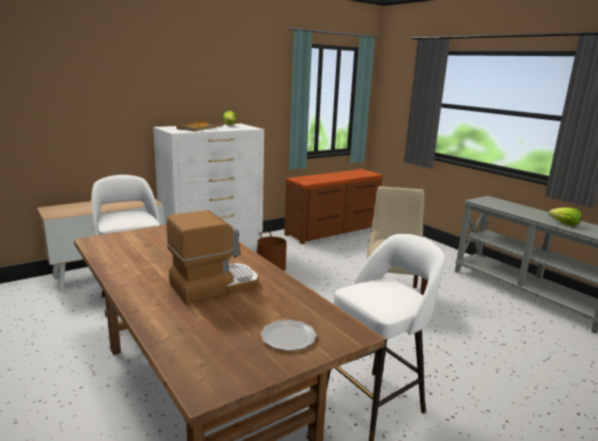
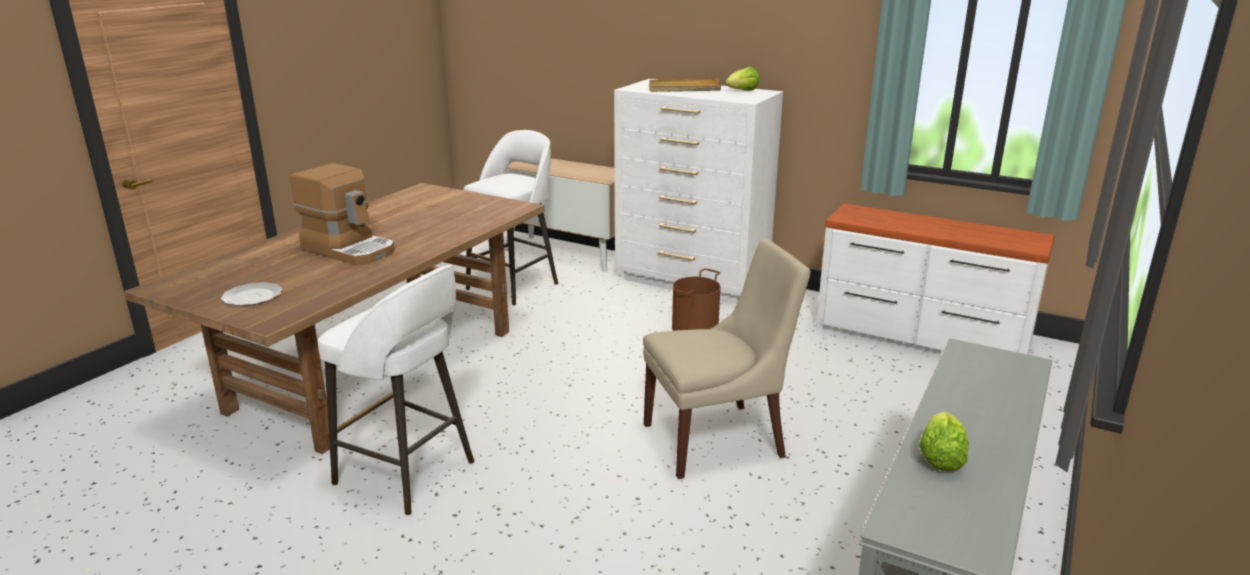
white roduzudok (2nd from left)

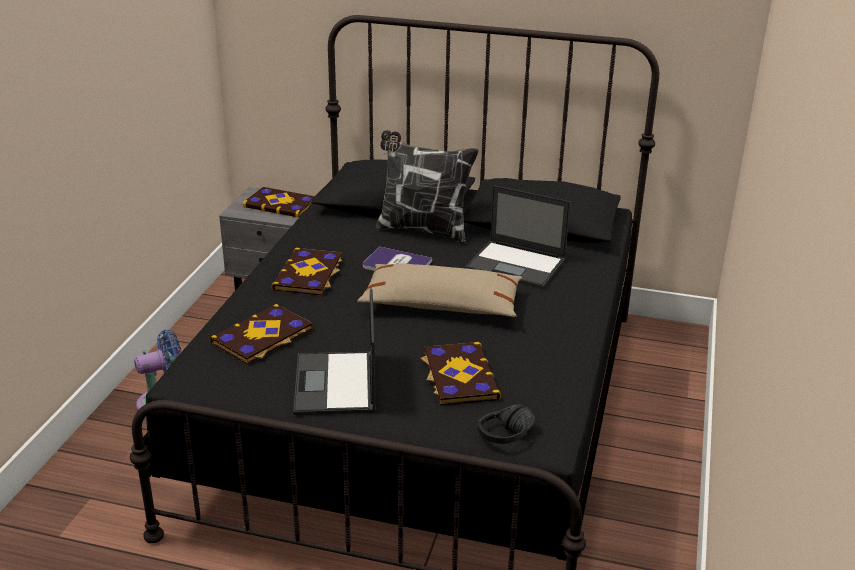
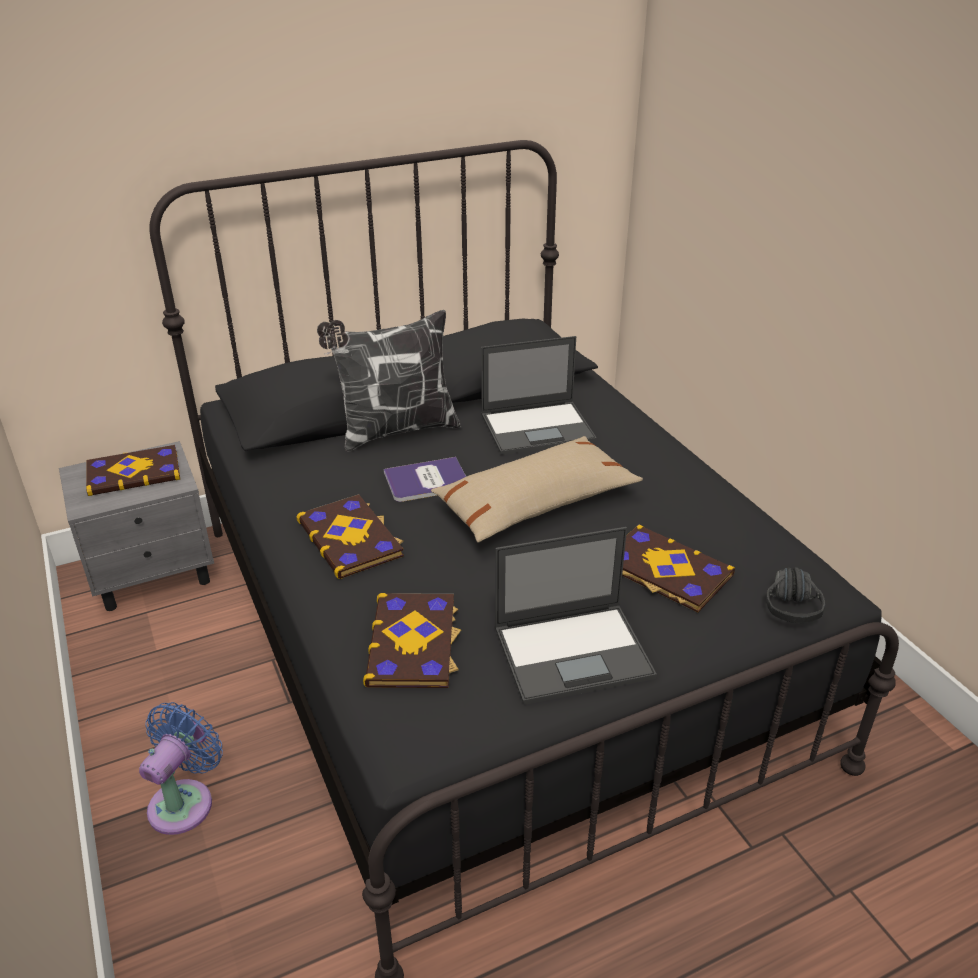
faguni (2nd from left)

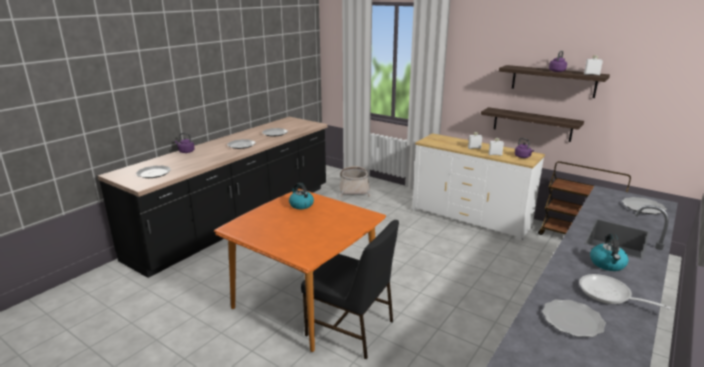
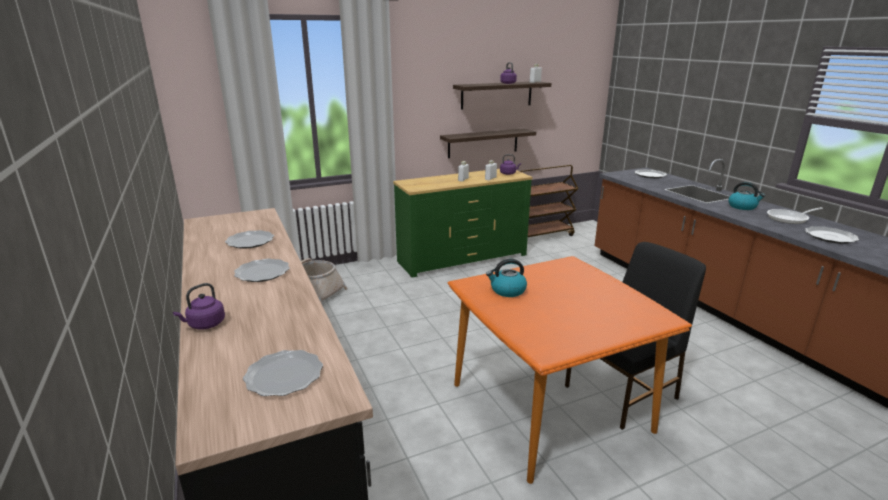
green roduzudok

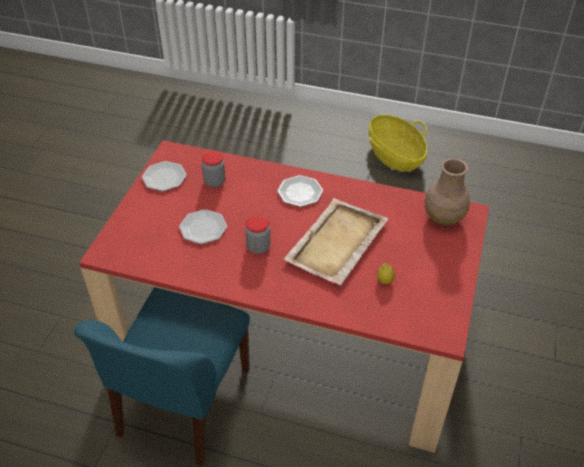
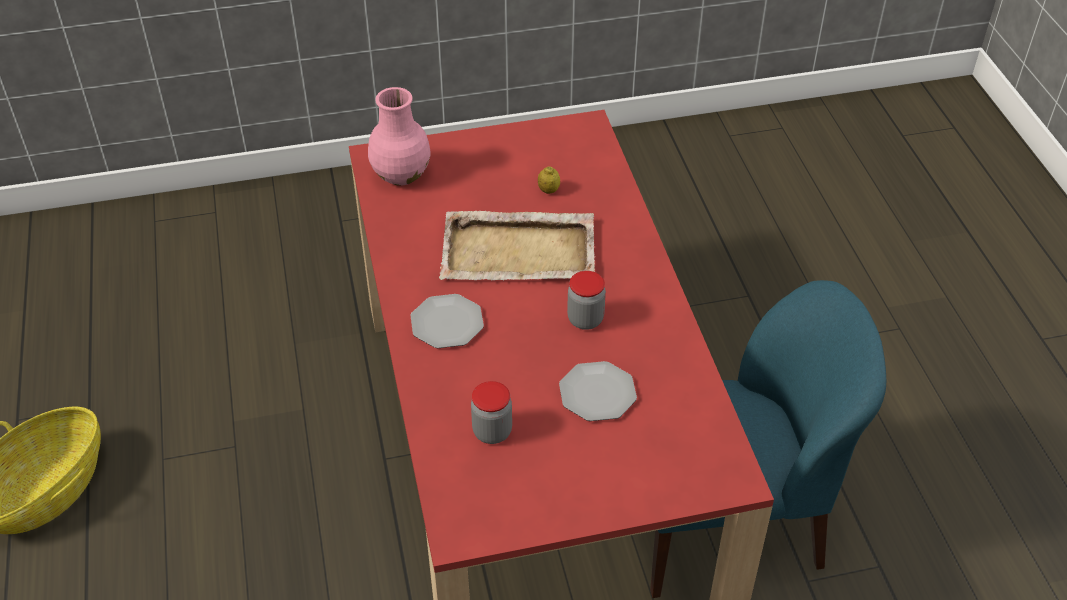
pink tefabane; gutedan (1st from left in the first image)

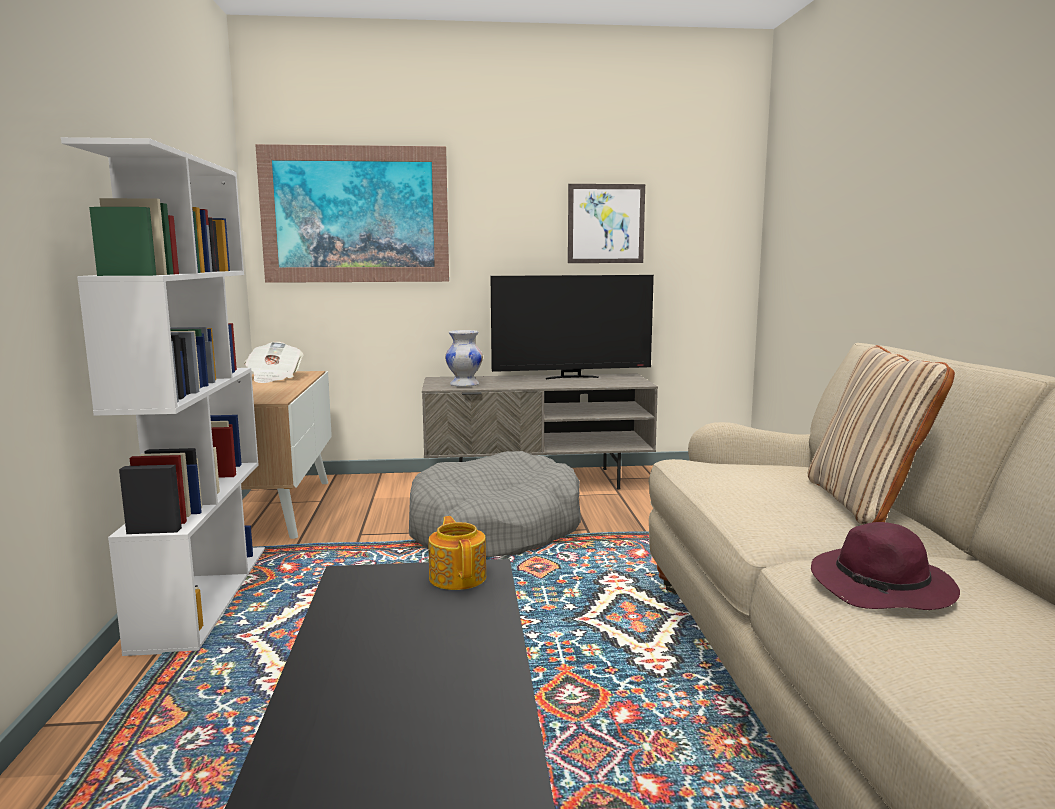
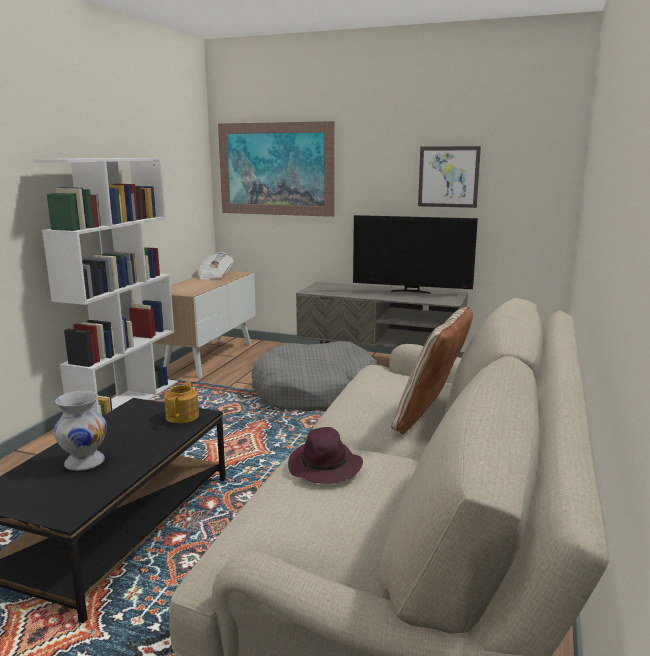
white tefabane

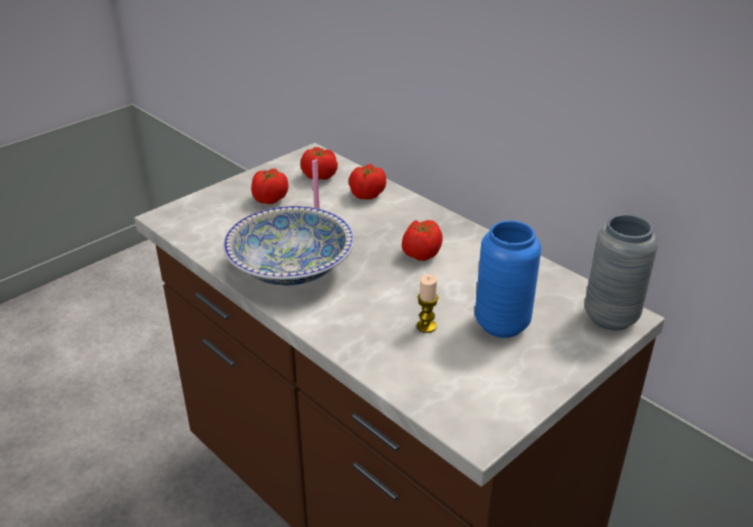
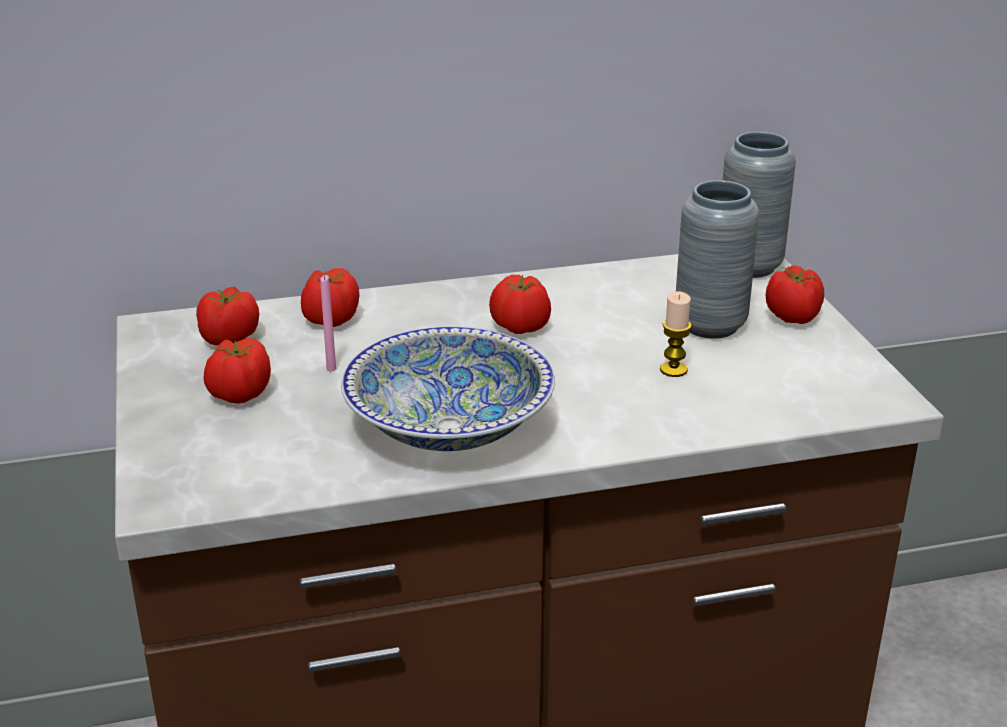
grey tefabane (1st from left); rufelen (5th from left)

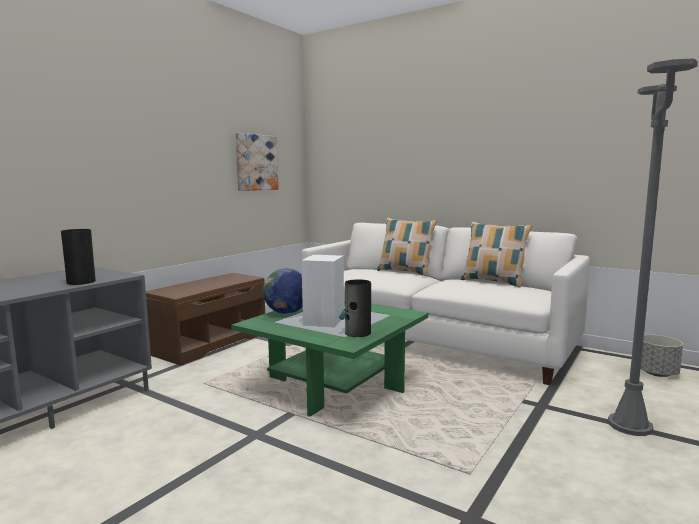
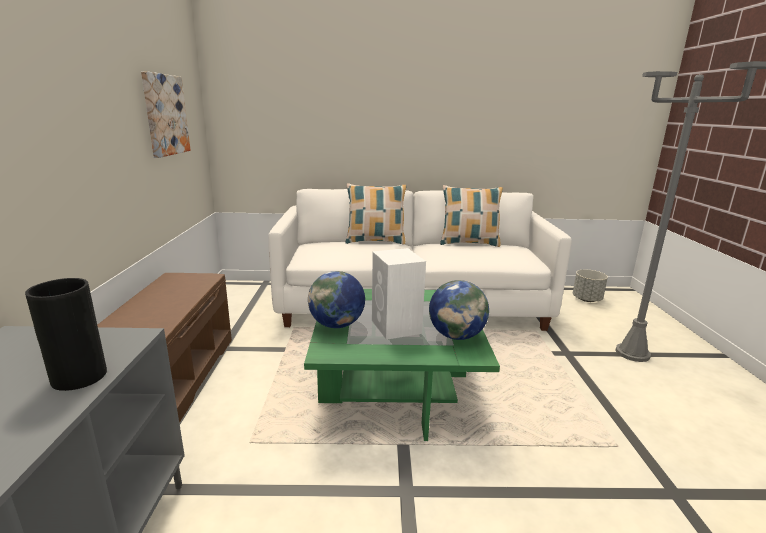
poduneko (2nd from left)

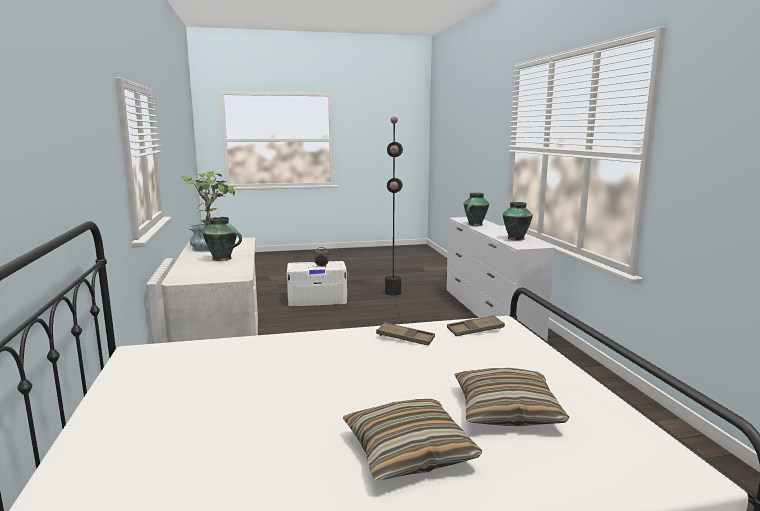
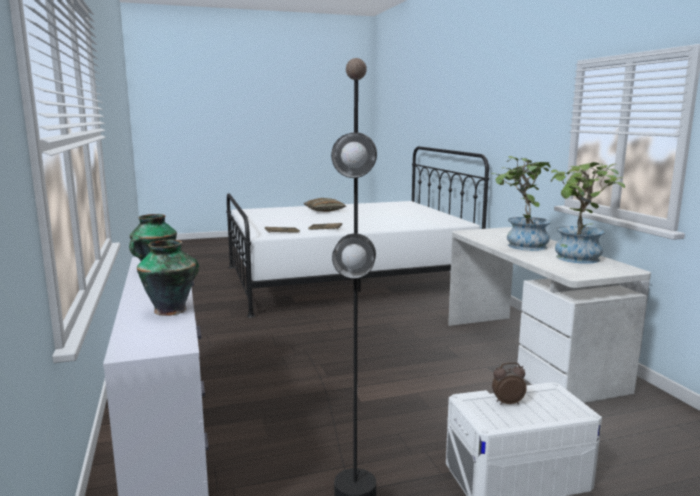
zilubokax (1st from left); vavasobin (2nd from left in the first image)

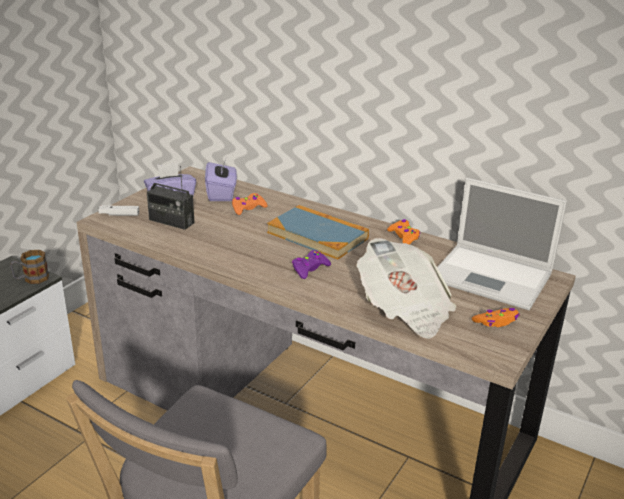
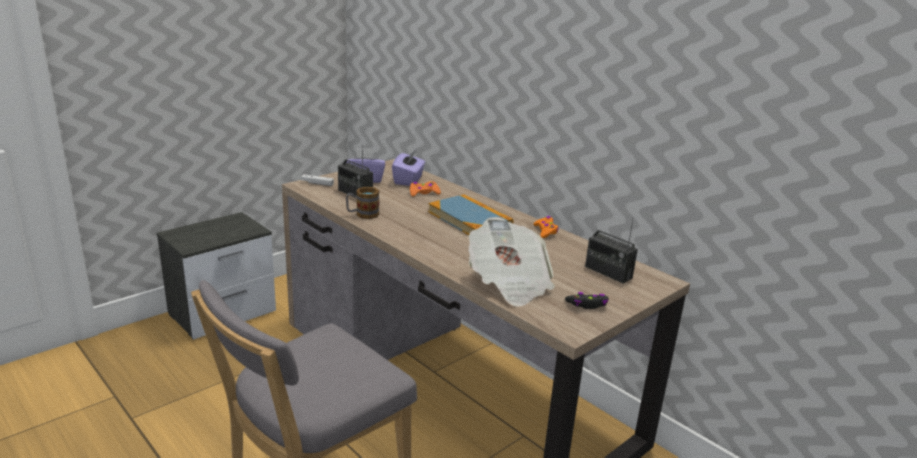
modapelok (2nd from left); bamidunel; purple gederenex; black gederenex

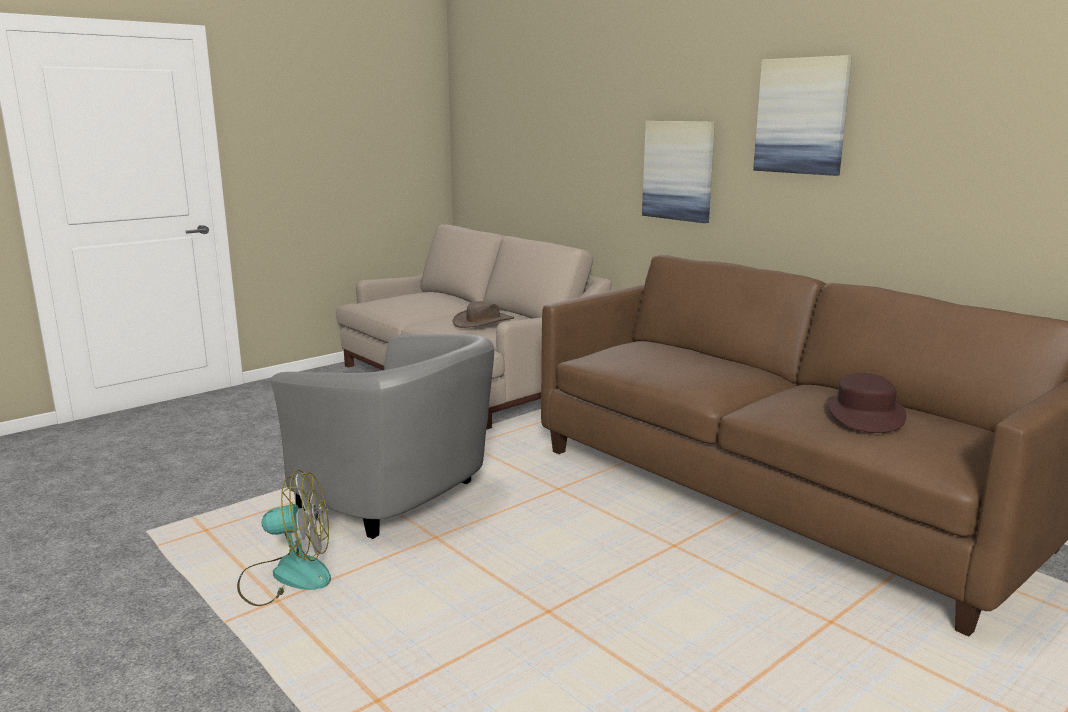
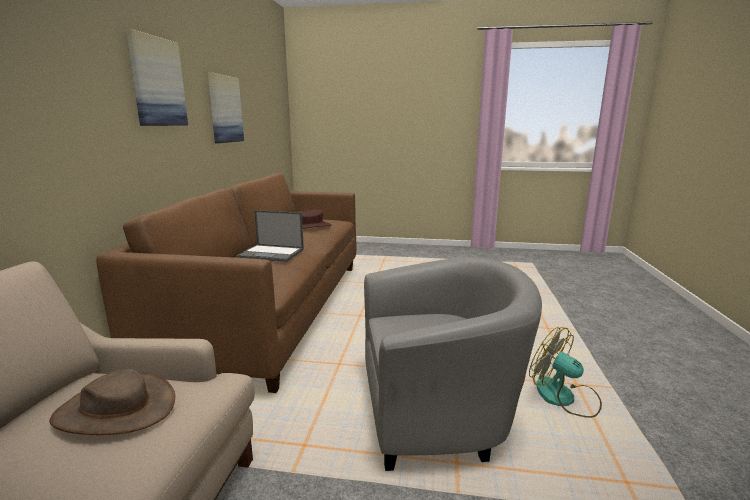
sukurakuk (2nd from left); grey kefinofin; faguni

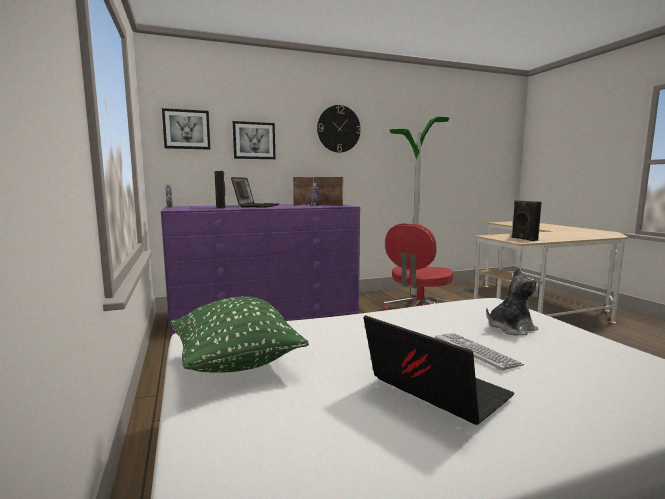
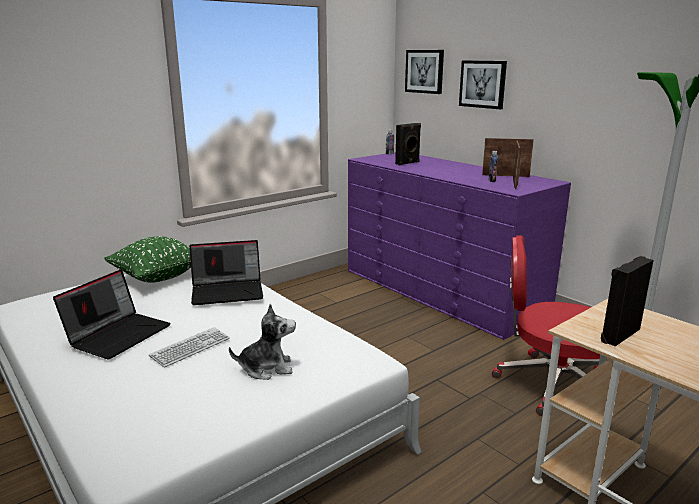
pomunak; faguni (2nd from left); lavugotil

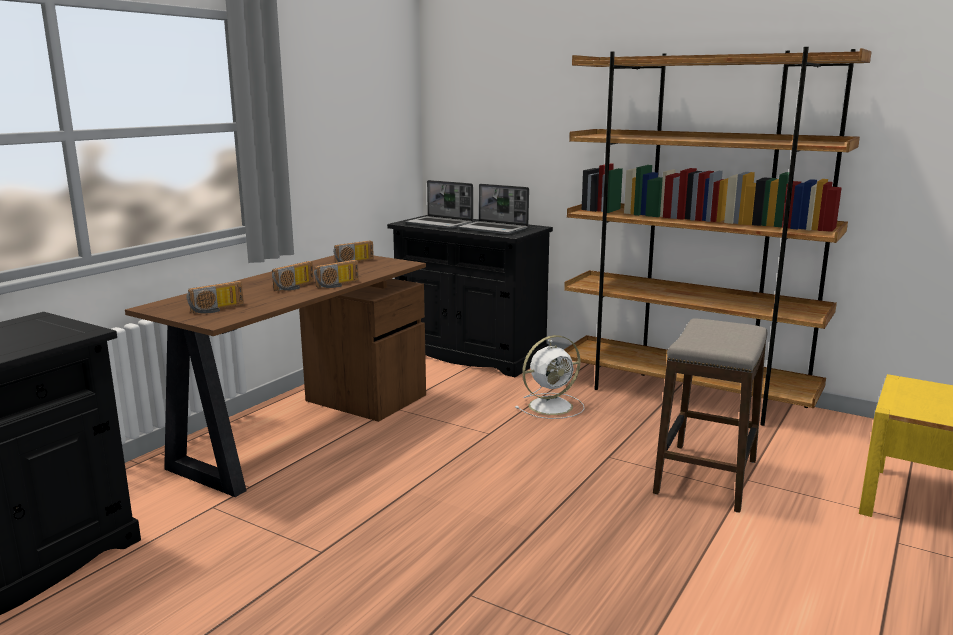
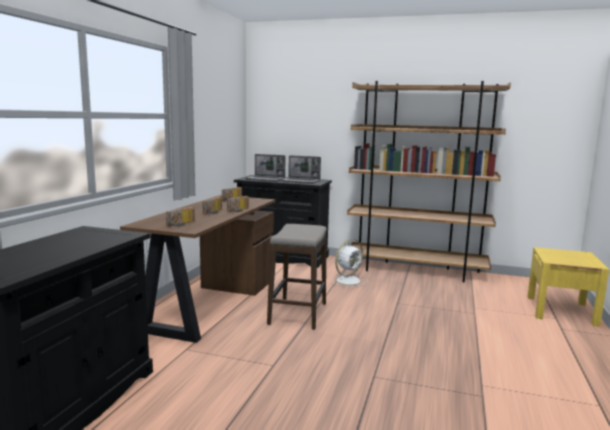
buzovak

